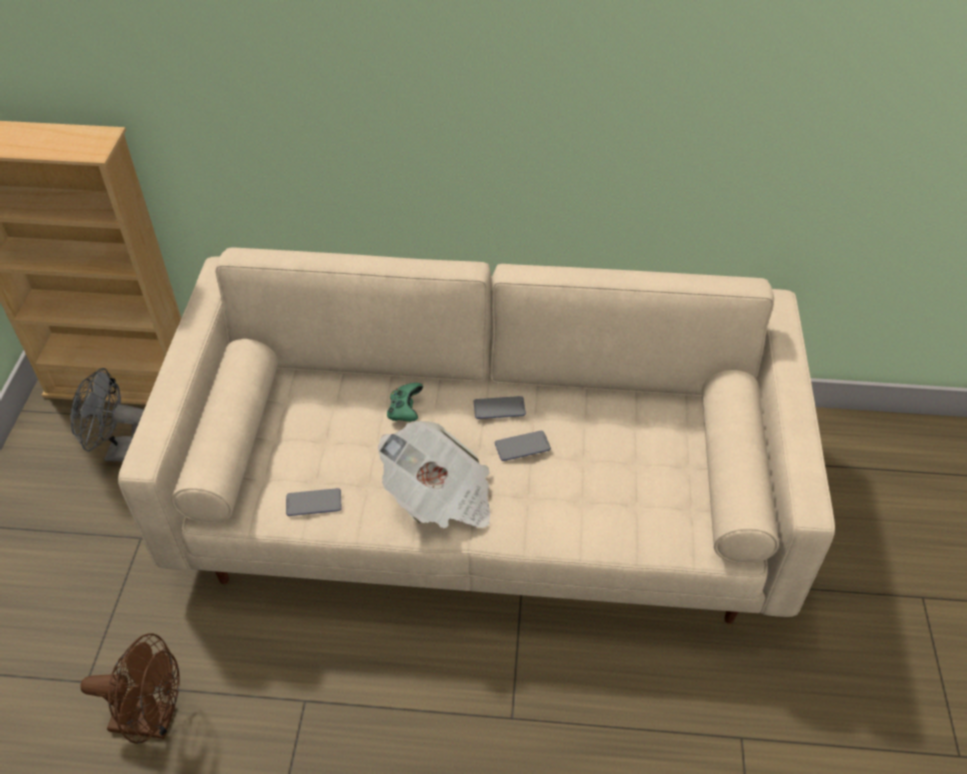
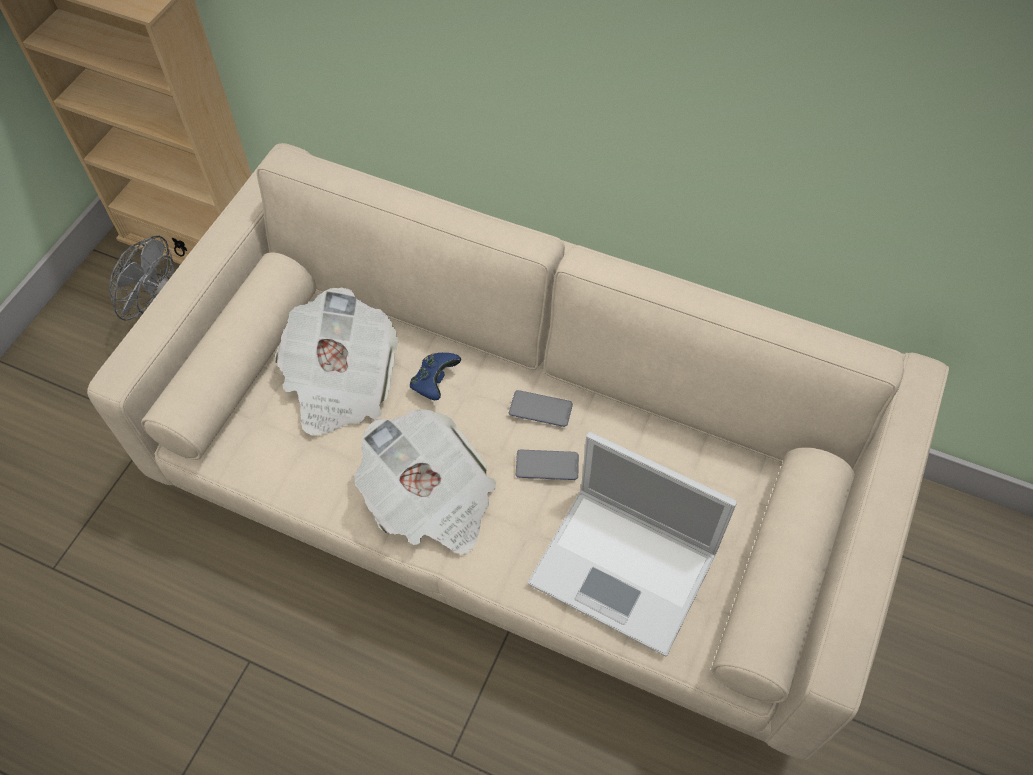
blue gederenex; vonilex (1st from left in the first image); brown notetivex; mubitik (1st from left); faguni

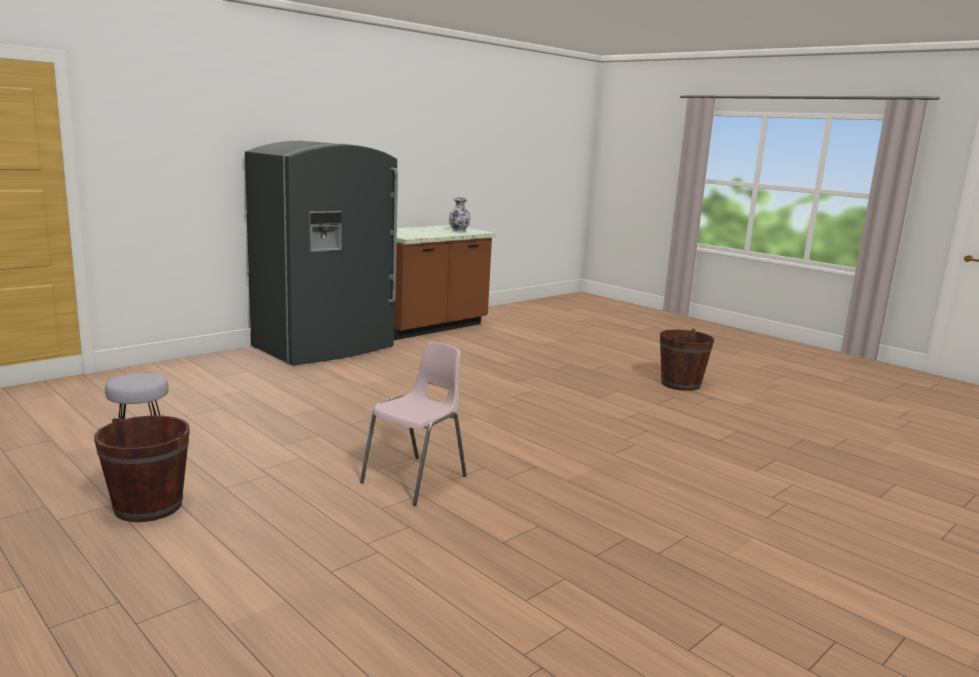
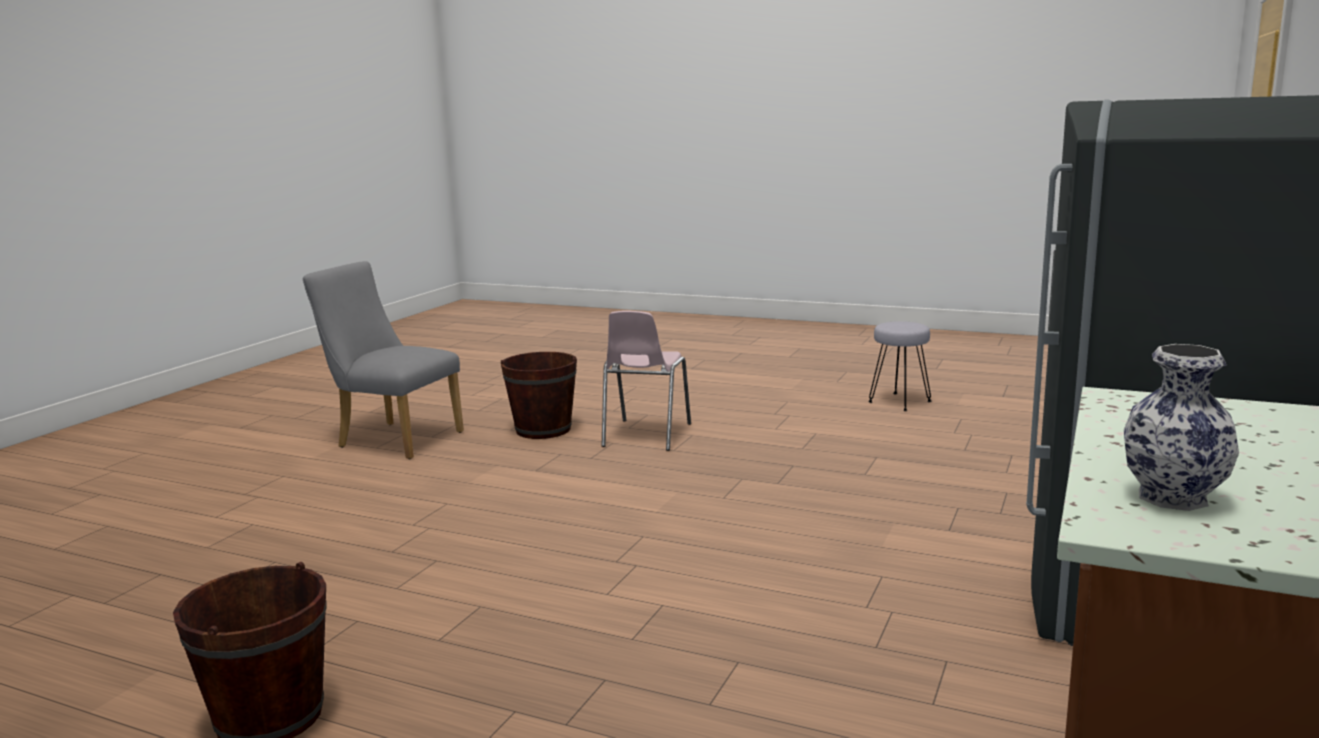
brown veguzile (2nd from left); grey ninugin

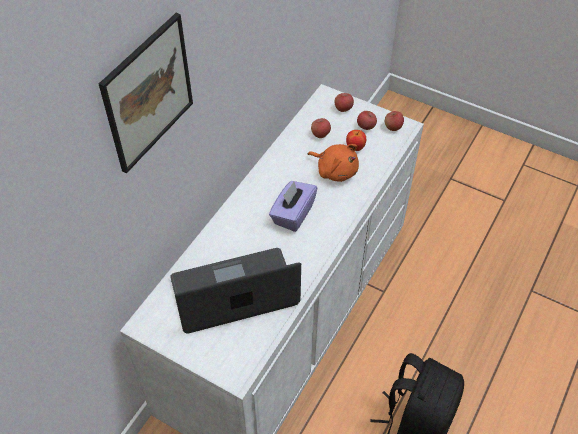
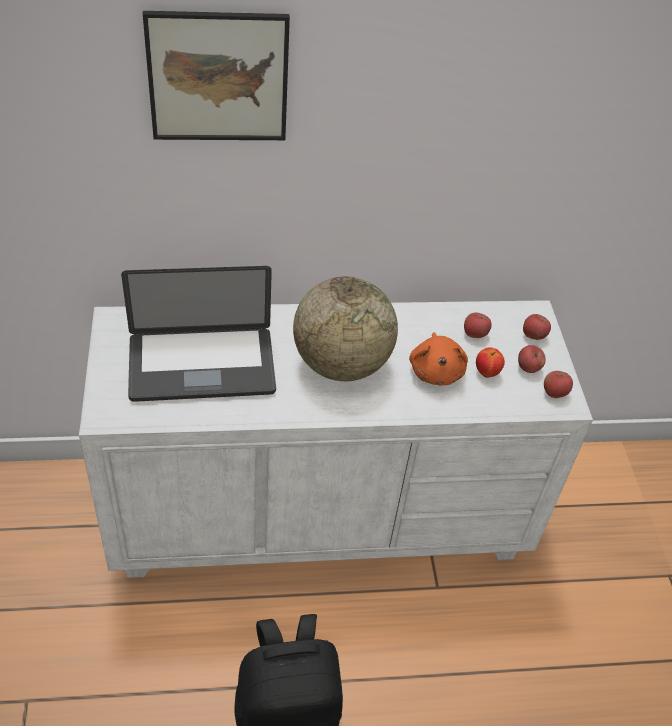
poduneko; faguni

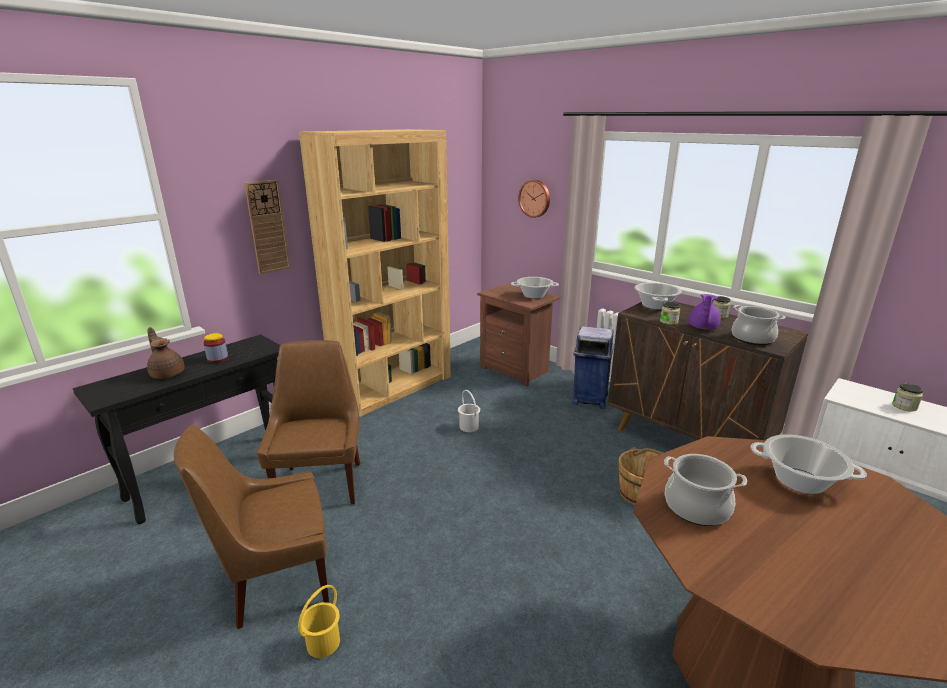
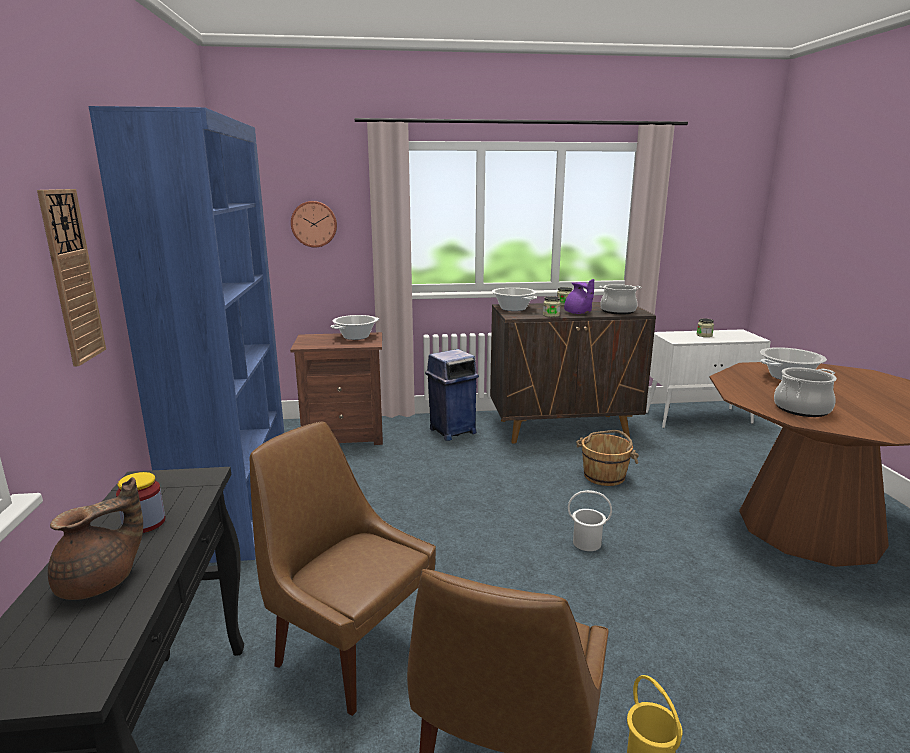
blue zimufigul; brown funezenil; white veguzile

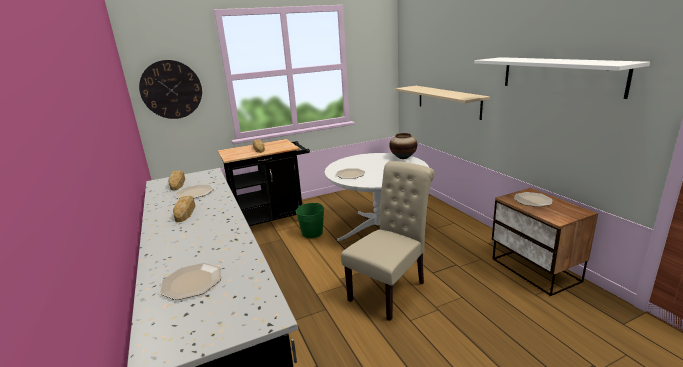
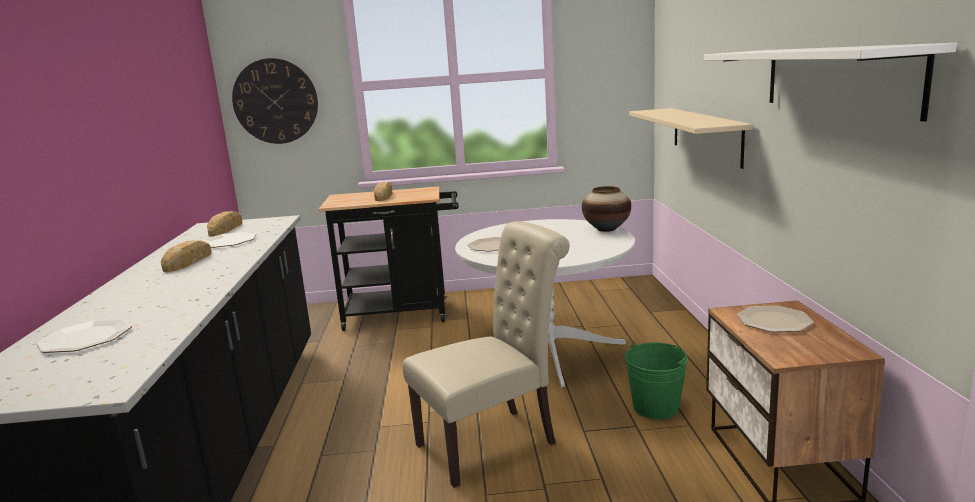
green veguzile

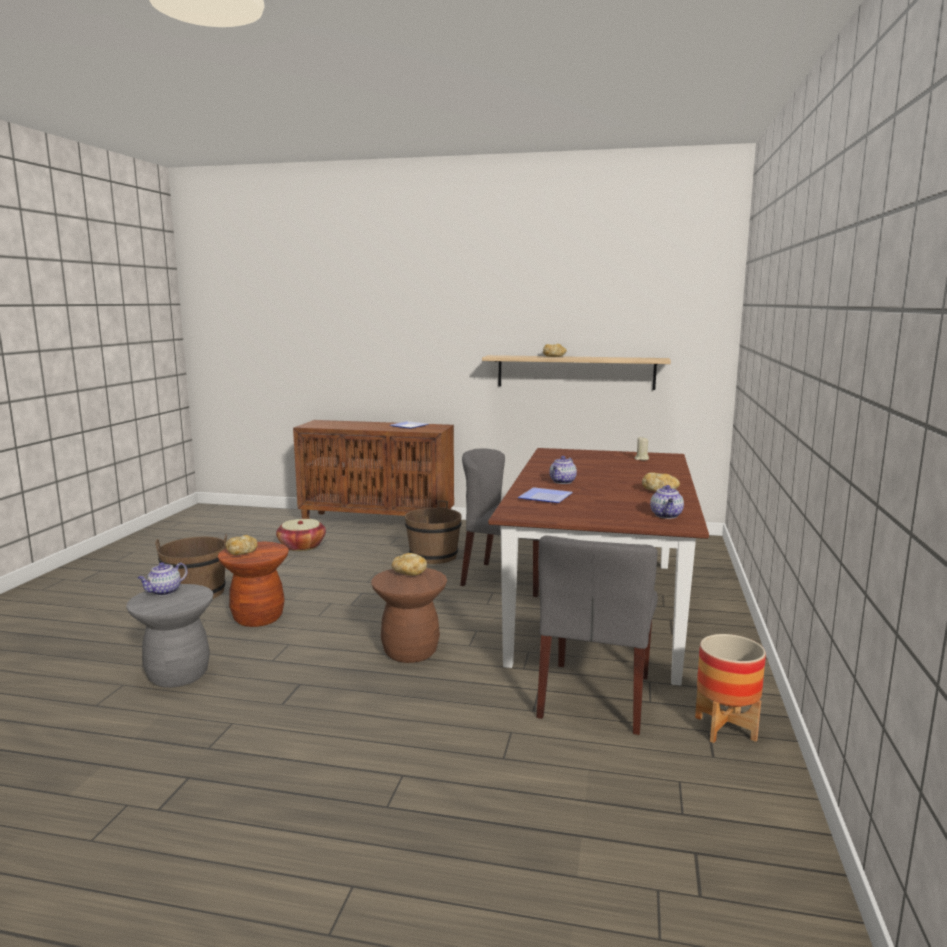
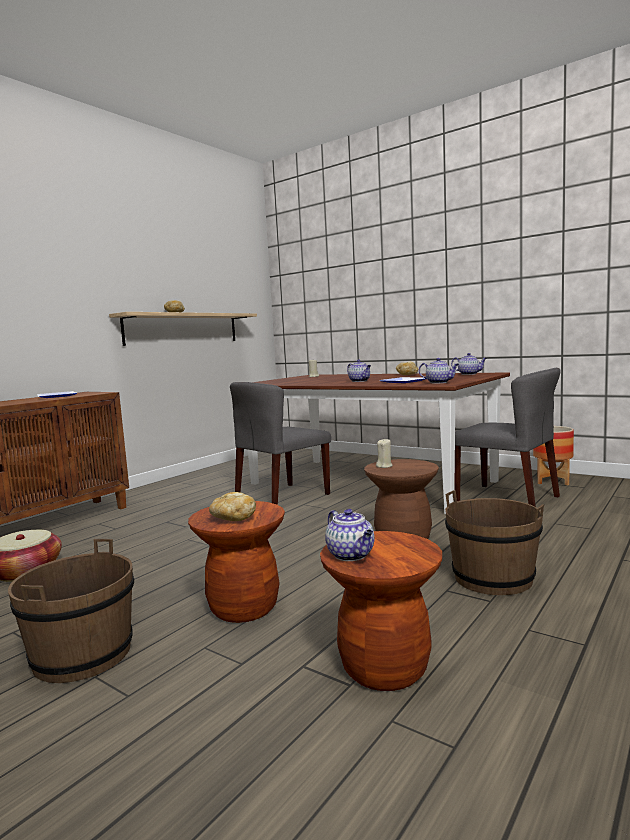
brown veguzile (2nd from left); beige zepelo (2nd from left); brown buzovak (2nd from left); funezenil (3rd from left)

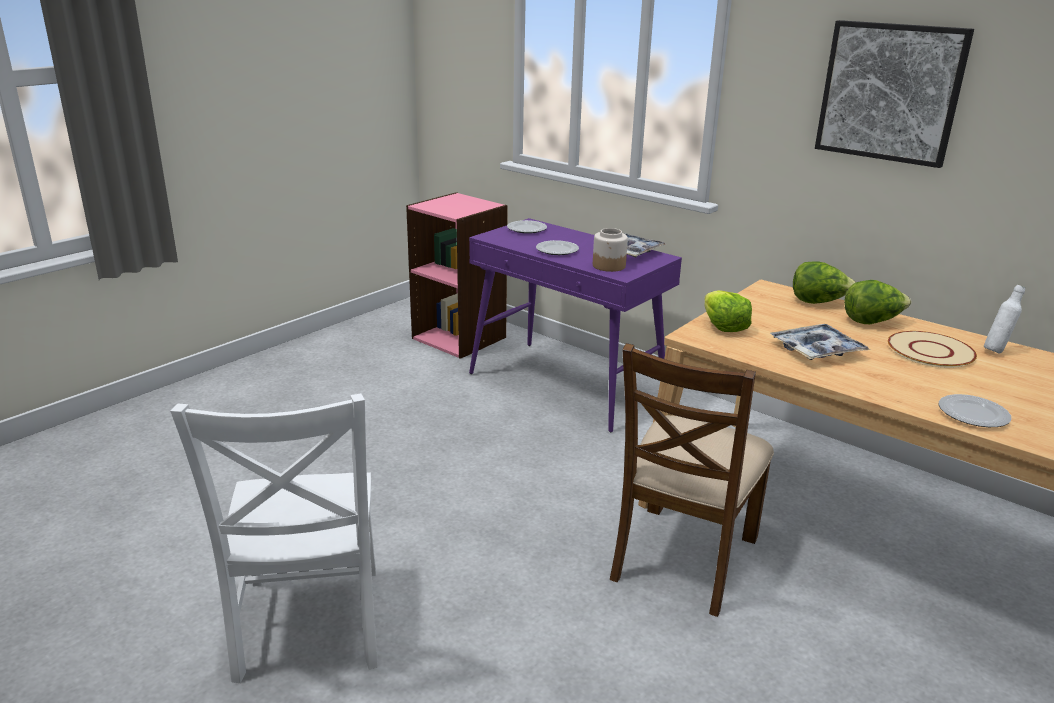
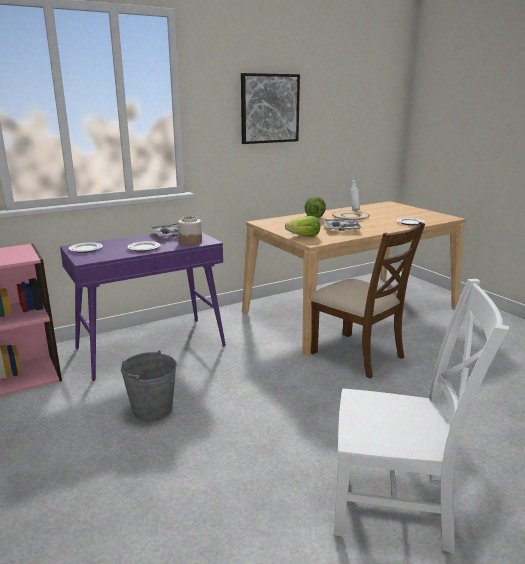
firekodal (2nd from left in the first image); grey veguzile

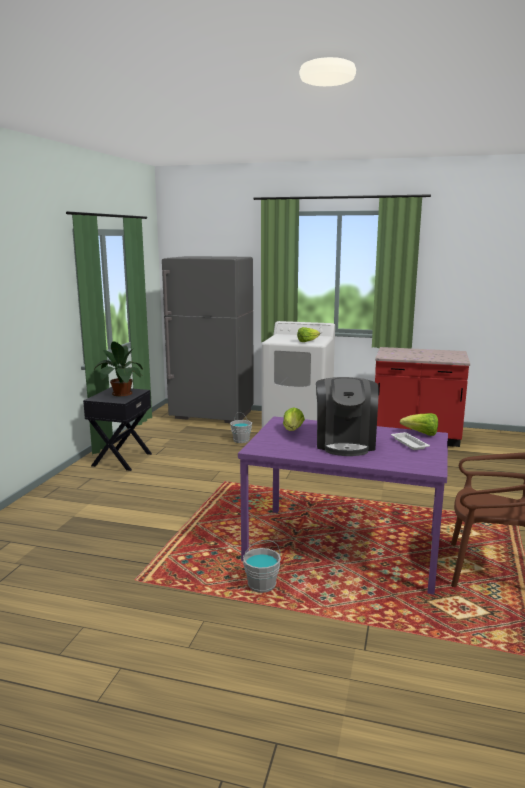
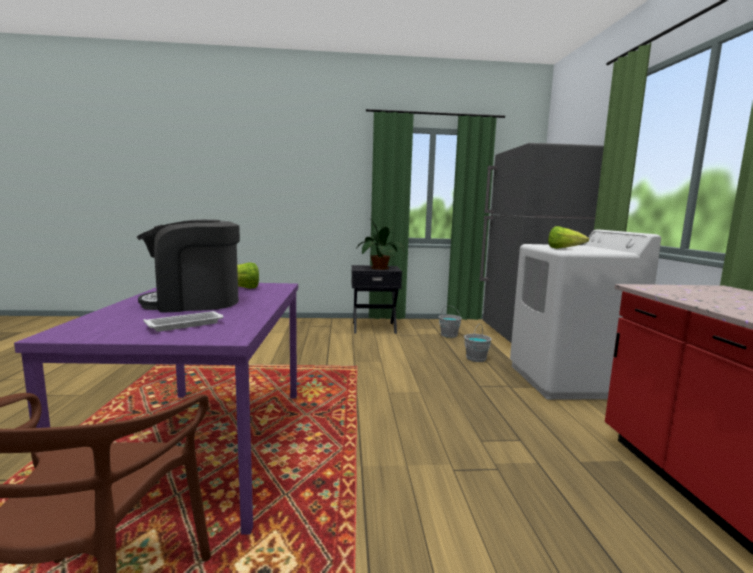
firekodal (3rd from left in the first image); grey veguzile (1st from left)

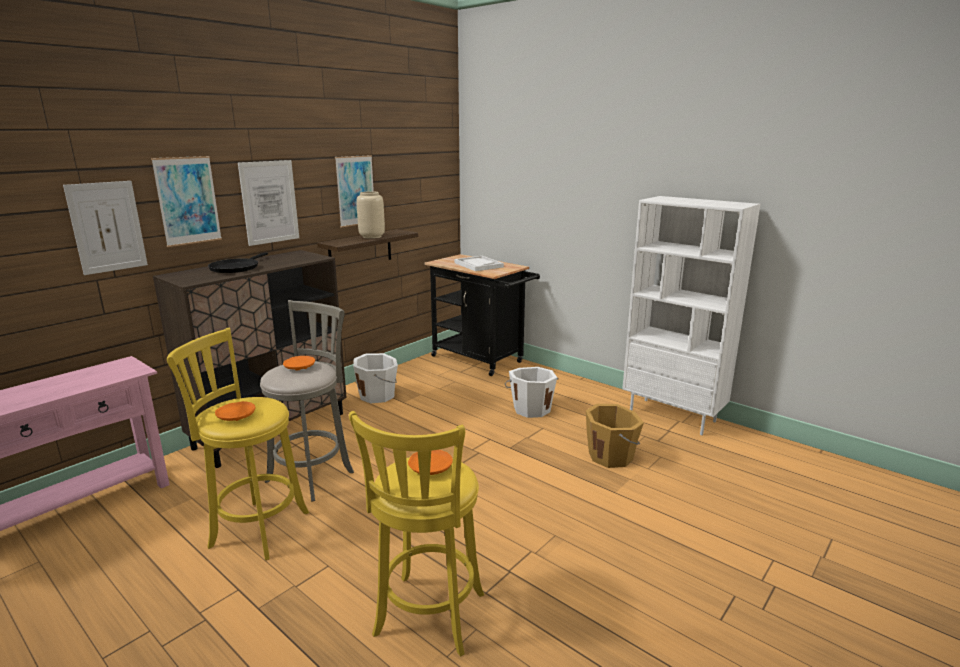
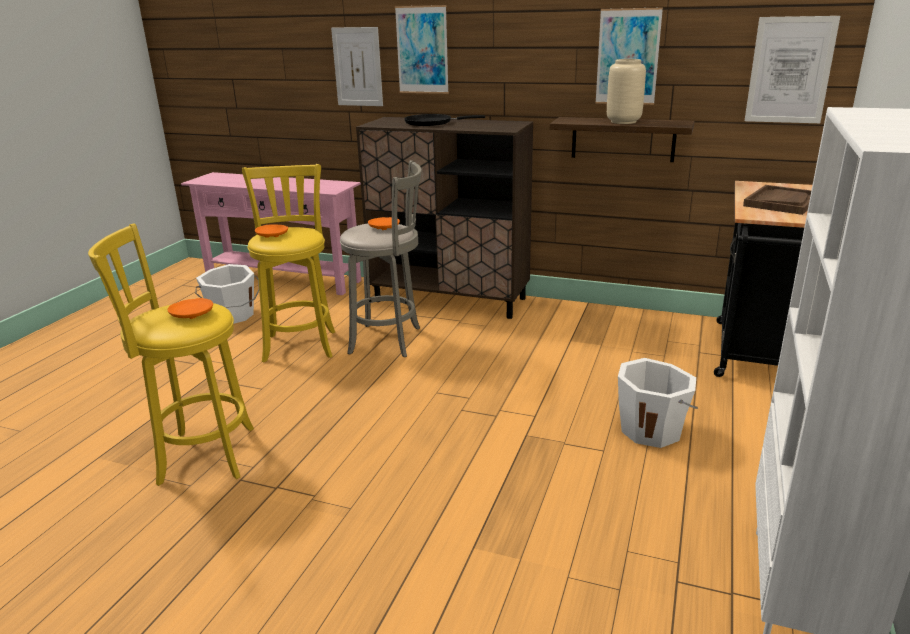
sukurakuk (4th from left); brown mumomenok; white veguzile (1st from left); orange veguzile

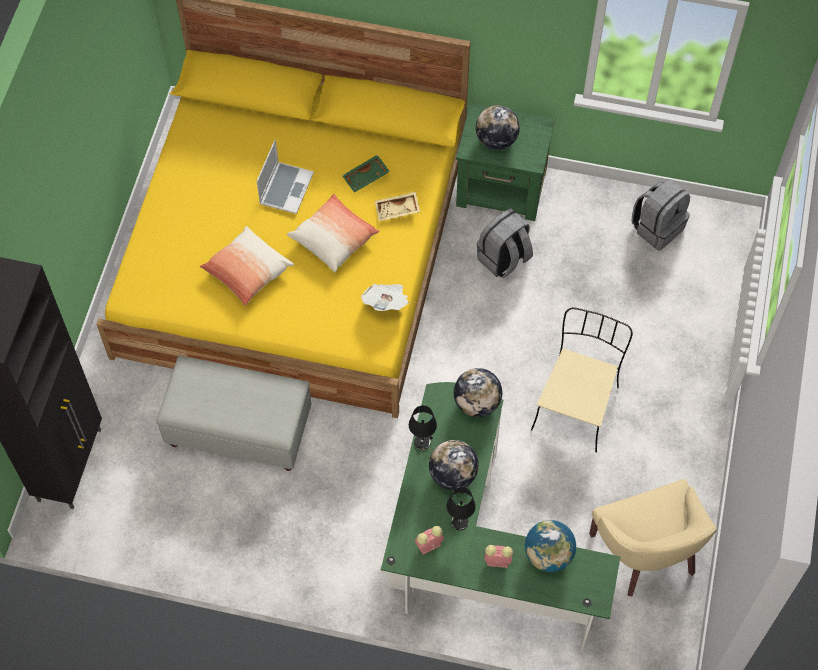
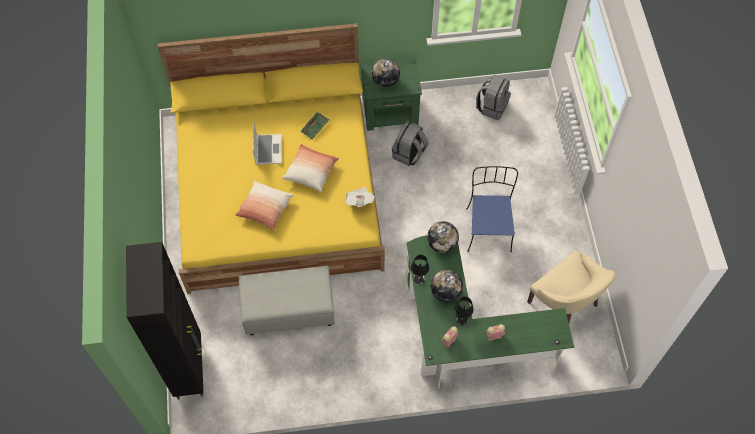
beige mumomenok; blue ninugin; poduneko (4th from left in the first image)

